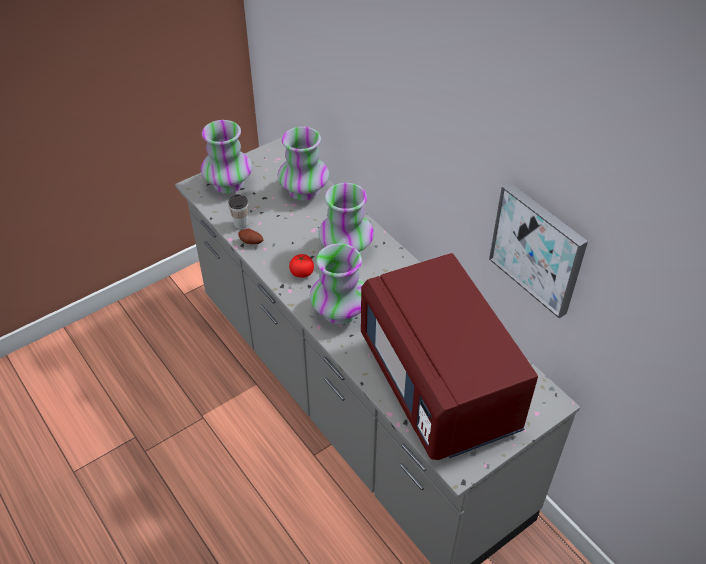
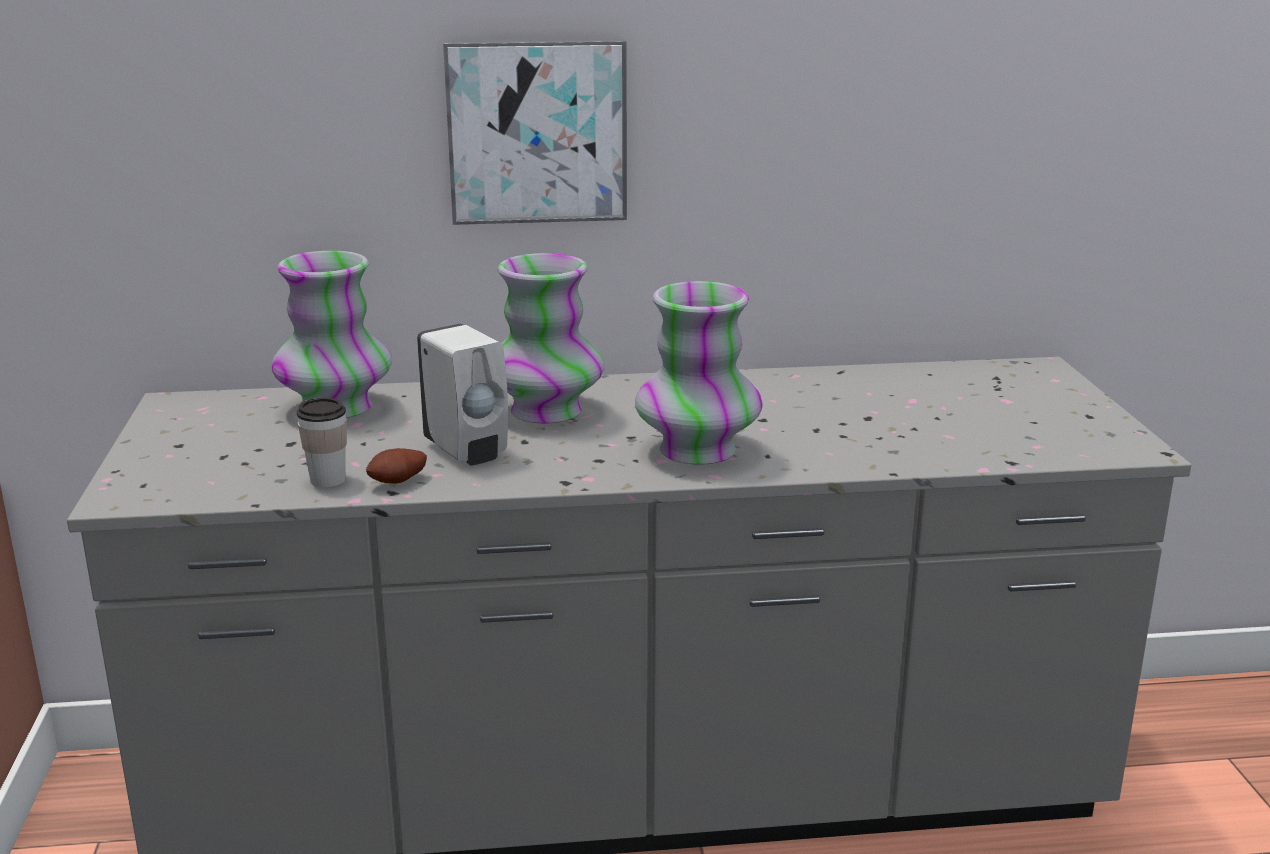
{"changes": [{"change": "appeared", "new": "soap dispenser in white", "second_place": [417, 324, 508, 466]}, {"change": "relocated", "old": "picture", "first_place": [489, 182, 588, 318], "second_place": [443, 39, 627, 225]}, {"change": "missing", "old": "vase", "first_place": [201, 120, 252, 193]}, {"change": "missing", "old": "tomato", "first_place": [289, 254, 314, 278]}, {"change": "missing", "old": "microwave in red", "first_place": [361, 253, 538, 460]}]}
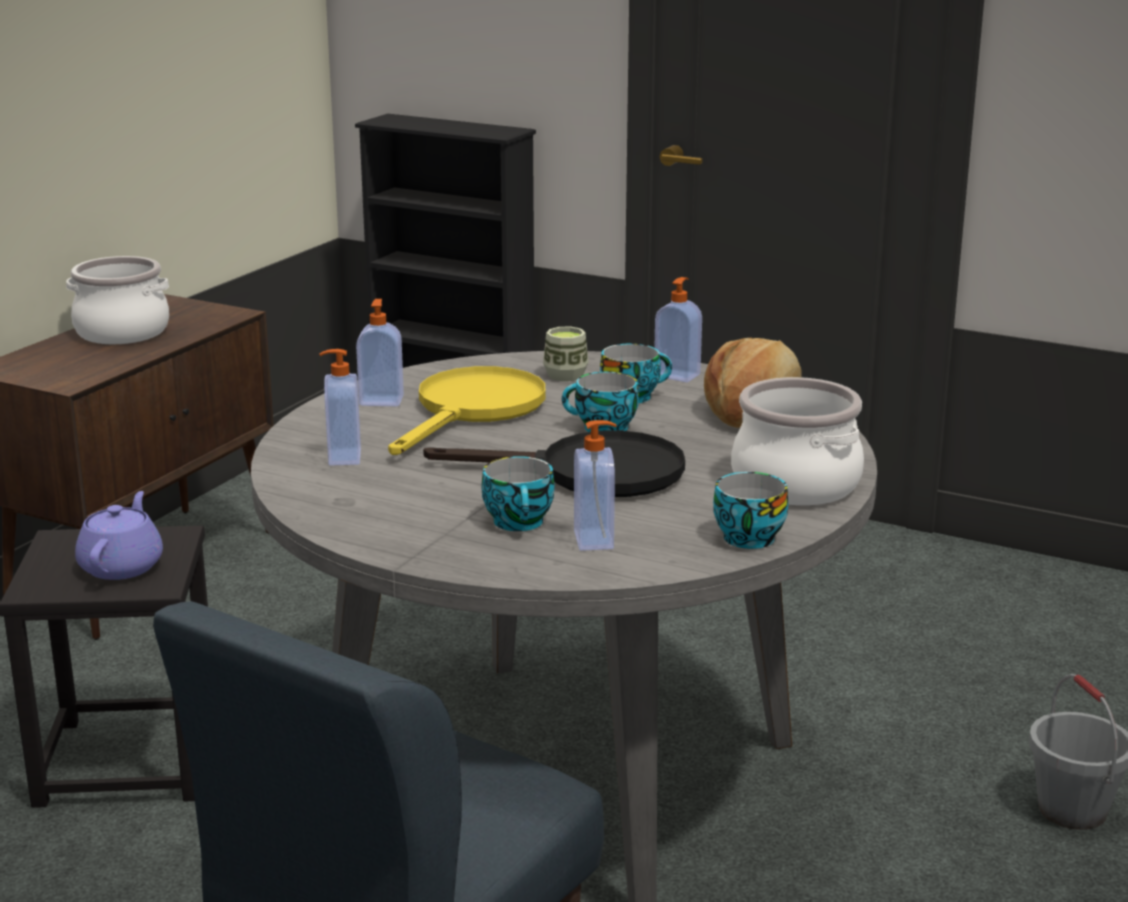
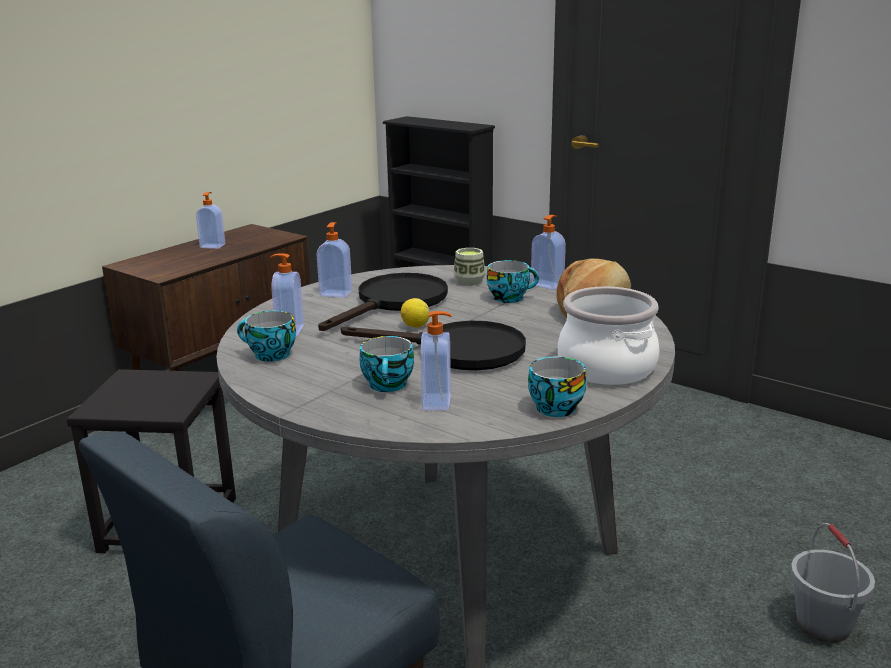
{"changes": [{"change": "exchanged", "old": "cooking pot", "new": "soap dispenser", "first_place": [66, 256, 169, 344], "second_place": [196, 192, 225, 249]}, {"change": "relocated", "old": "cup", "first_place": [562, 372, 639, 432], "second_place": [237, 310, 296, 362]}, {"change": "colour", "old": "frying pan in yellow", "new": "frying pan in black", "first_place": [388, 366, 545, 455], "second_place": [318, 273, 448, 331]}, {"change": "appeared", "new": "lemon", "second_place": [401, 298, 429, 328]}, {"change": "missing", "old": "teapot in purple", "first_place": [75, 491, 163, 580]}]}
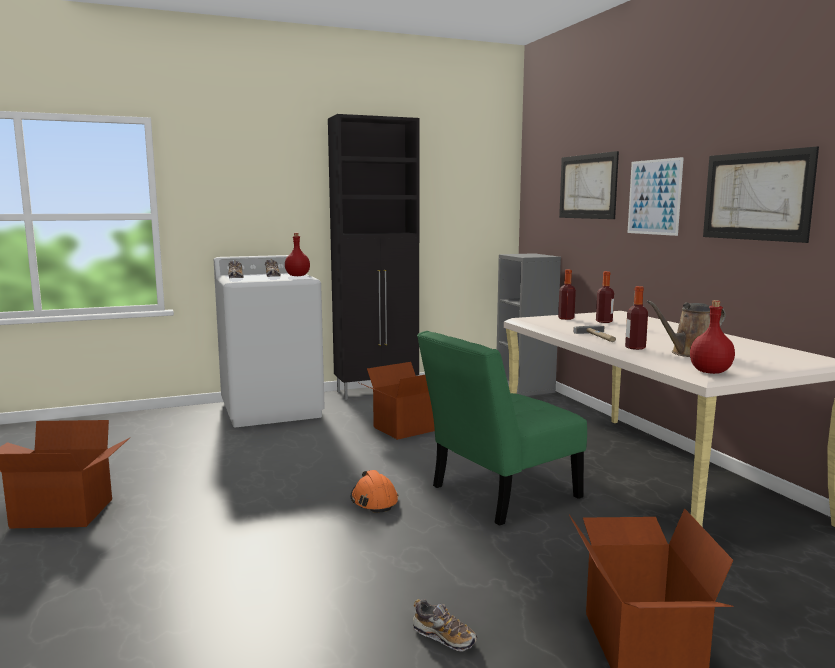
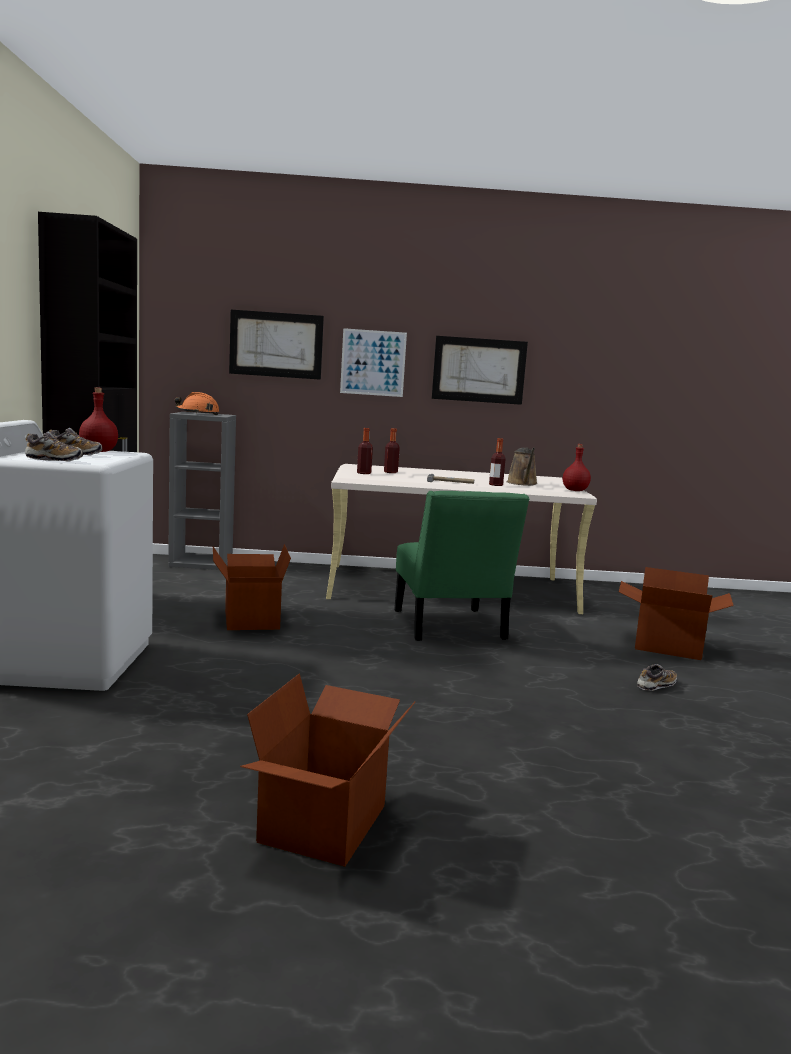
{"changes": [{"change": "relocated", "old": "hard hat in orange", "first_place": [351, 470, 398, 513], "second_place": [175, 392, 220, 415]}]}
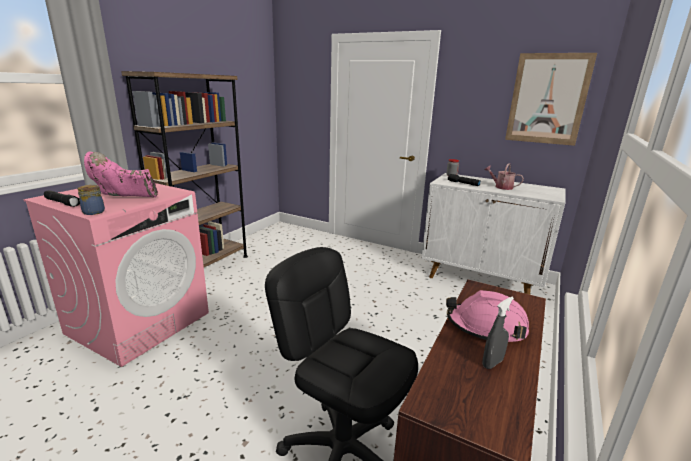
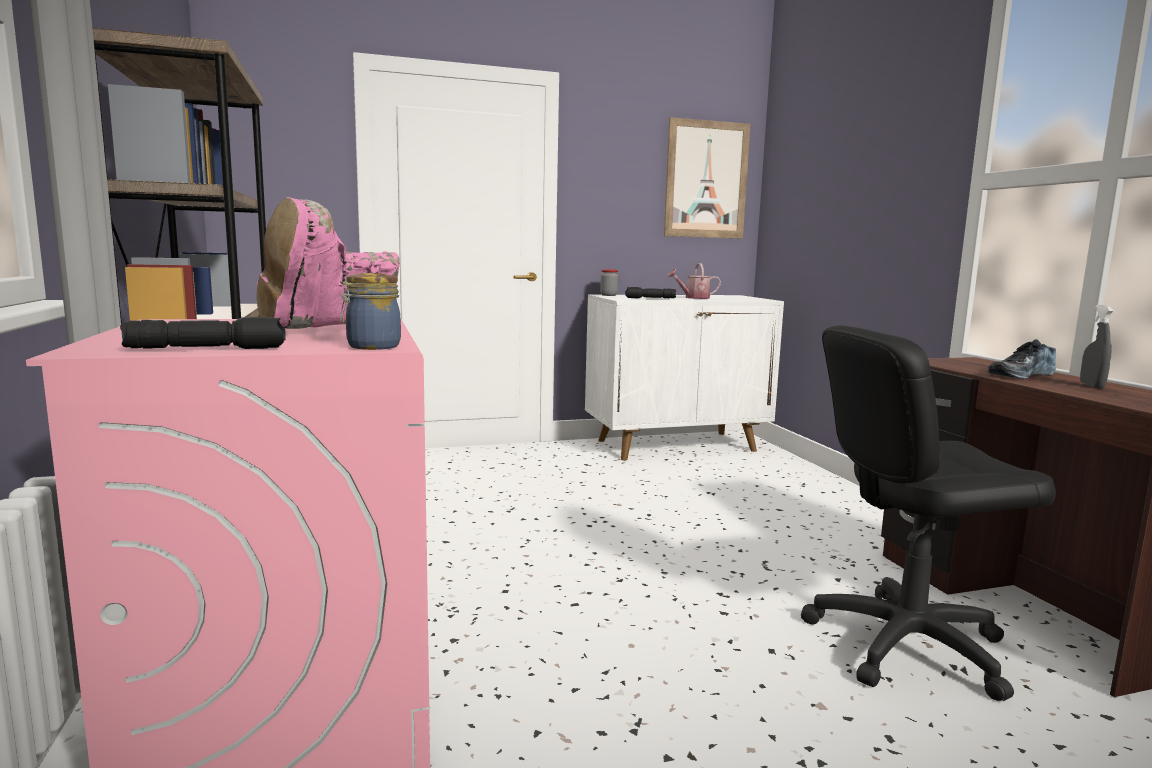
{"changes": [{"change": "exchanged", "old": "hard hat in pink", "new": "shoe", "first_place": [446, 290, 529, 342], "second_place": [988, 339, 1056, 379]}]}
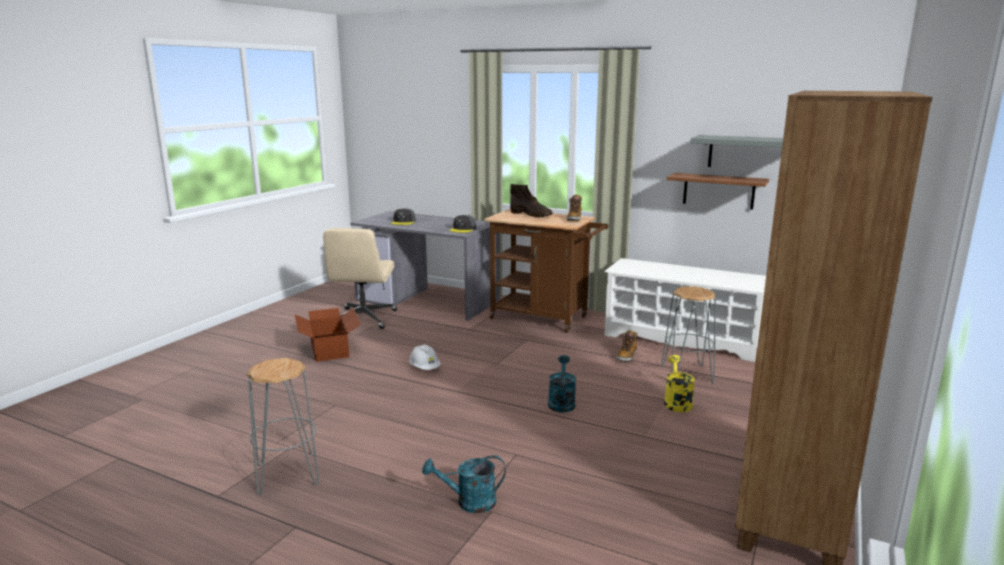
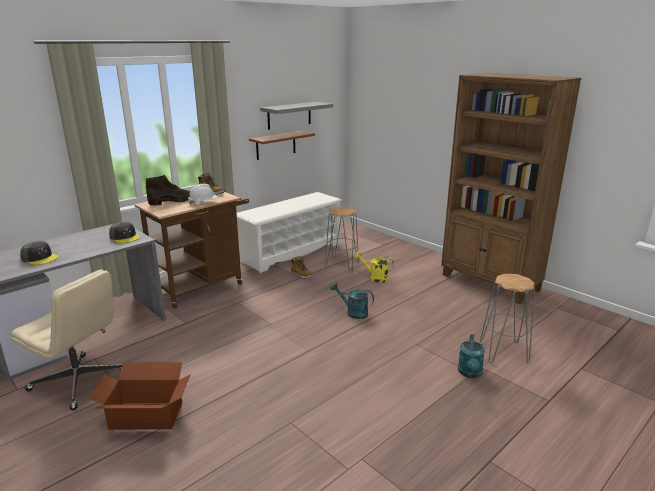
{"changes": [{"change": "relocated", "old": "hard hat in white", "first_place": [409, 344, 441, 370], "second_place": [188, 184, 218, 205]}, {"change": "relocated", "old": "stool in grey", "first_place": [246, 358, 319, 495], "second_place": [480, 274, 535, 364]}]}
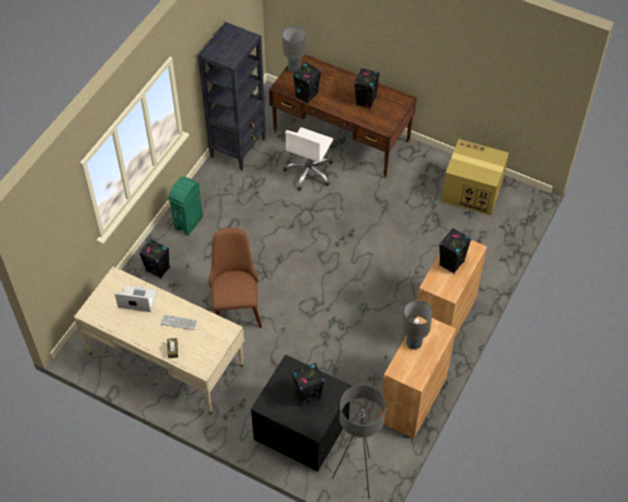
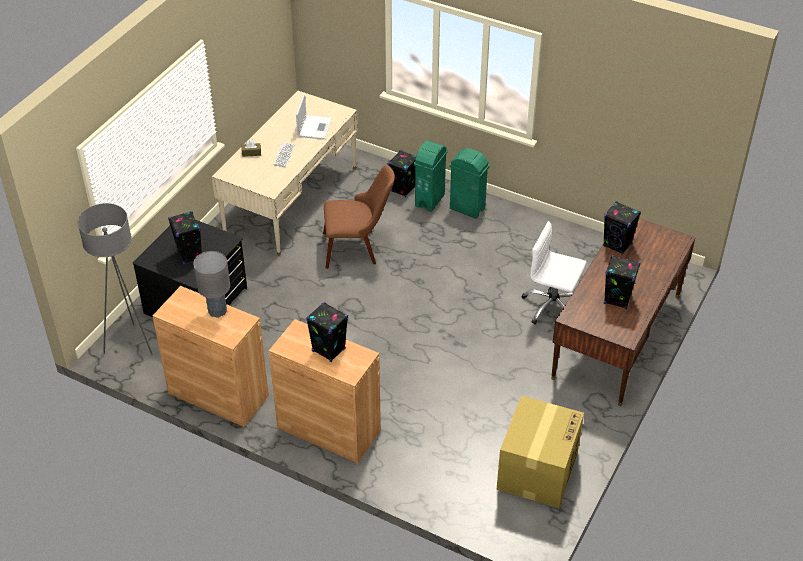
{"changes": [{"change": "appeared", "new": "trash can in green", "second_place": [414, 141, 448, 212]}, {"change": "missing", "old": "bookcase in black", "first_place": [198, 22, 266, 170]}, {"change": "missing", "old": "table lamp in grey", "first_place": [282, 26, 306, 73]}]}
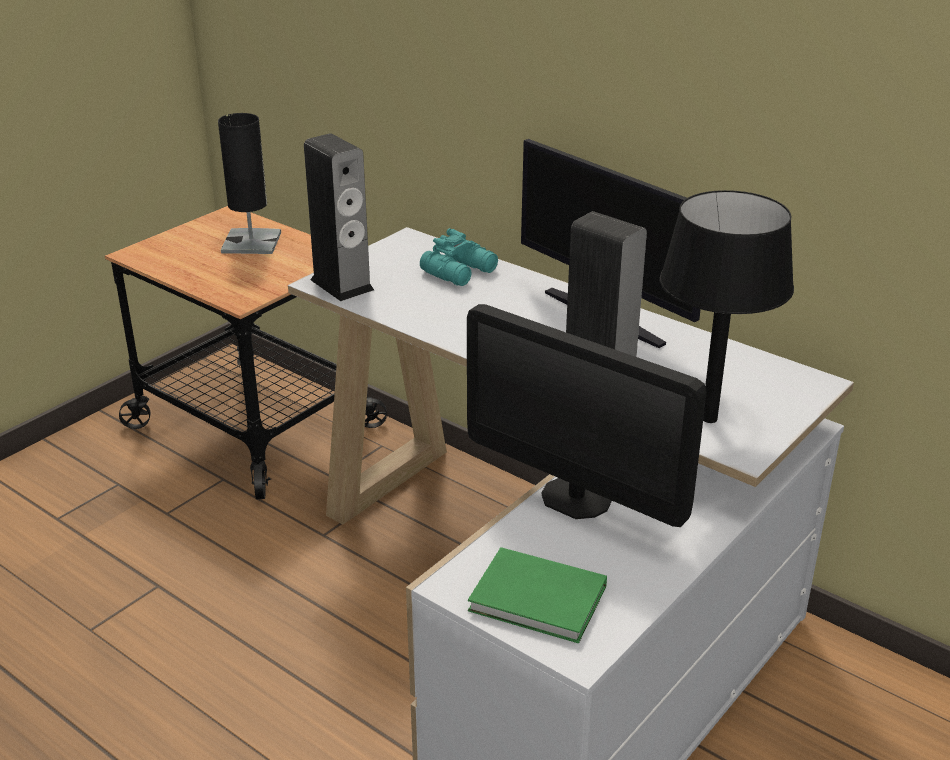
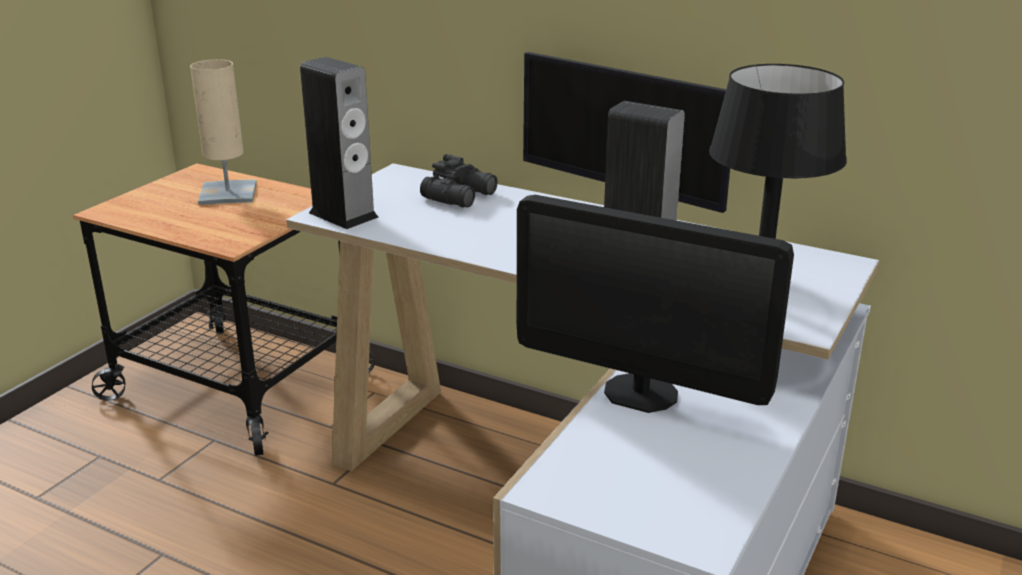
{"changes": [{"change": "colour", "old": "table lamp in black", "new": "table lamp in beige", "first_place": [218, 113, 281, 254], "second_place": [190, 59, 257, 205]}, {"change": "colour", "old": "binoculars in turquoise", "new": "binoculars in black", "first_place": [420, 228, 498, 286], "second_place": [420, 154, 498, 208]}, {"change": "missing", "old": "book in green", "first_place": [468, 547, 607, 643]}]}
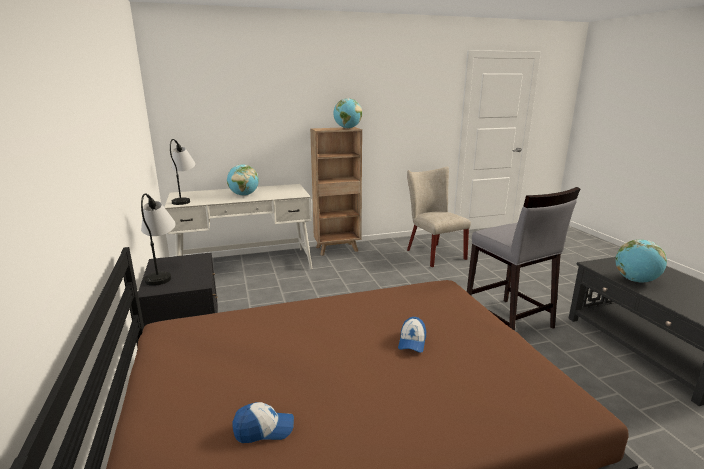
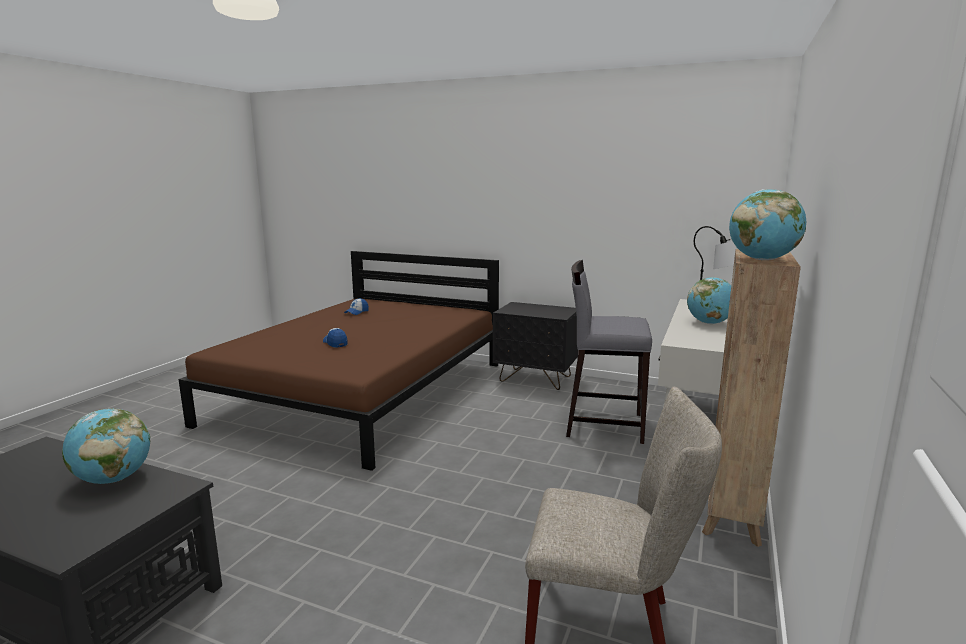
{"changes": [{"change": "relocated", "old": "stool in grey", "first_place": [467, 187, 580, 331], "second_place": [566, 260, 652, 444]}, {"change": "missing", "old": "table lamp", "first_place": [141, 193, 176, 286]}]}
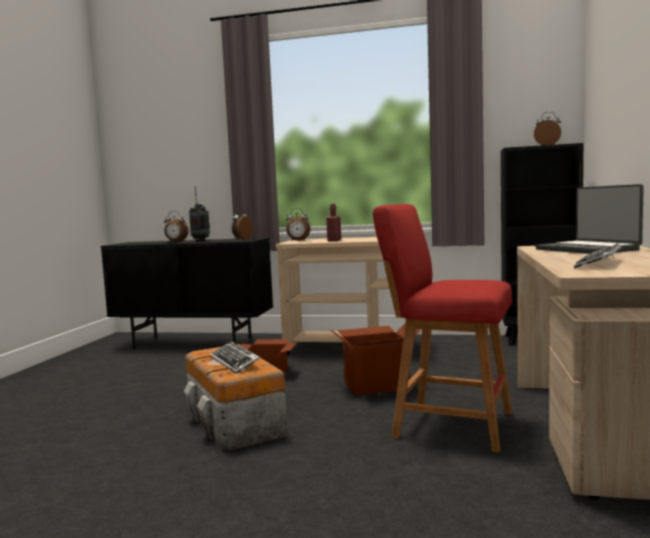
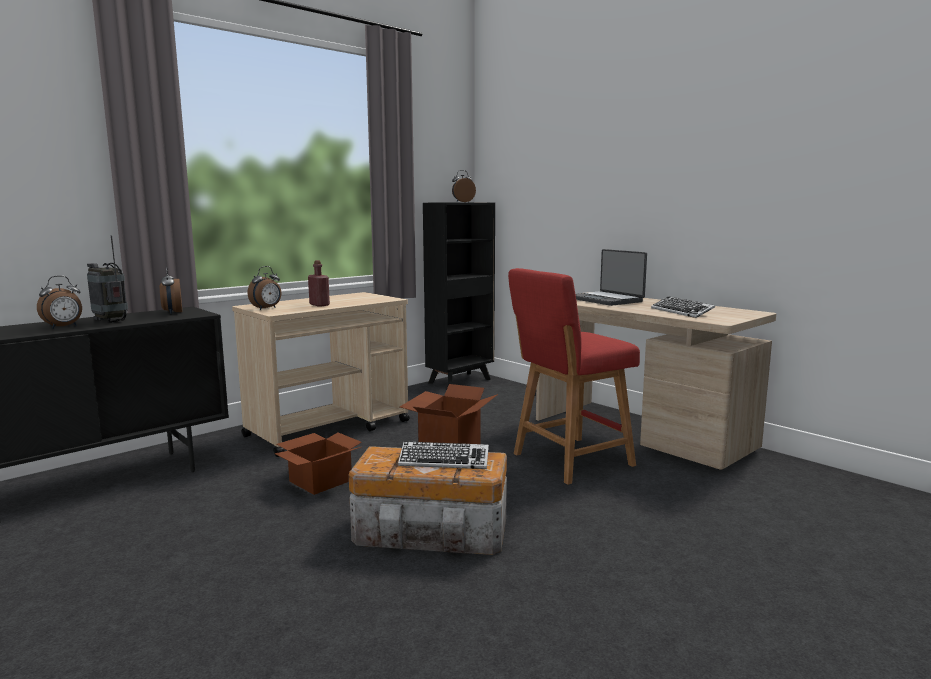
{"changes": [{"change": "spun", "old": "laptop", "first_place": [535, 184, 644, 254], "second_place": [576, 249, 647, 306], "degrees": 45}]}
